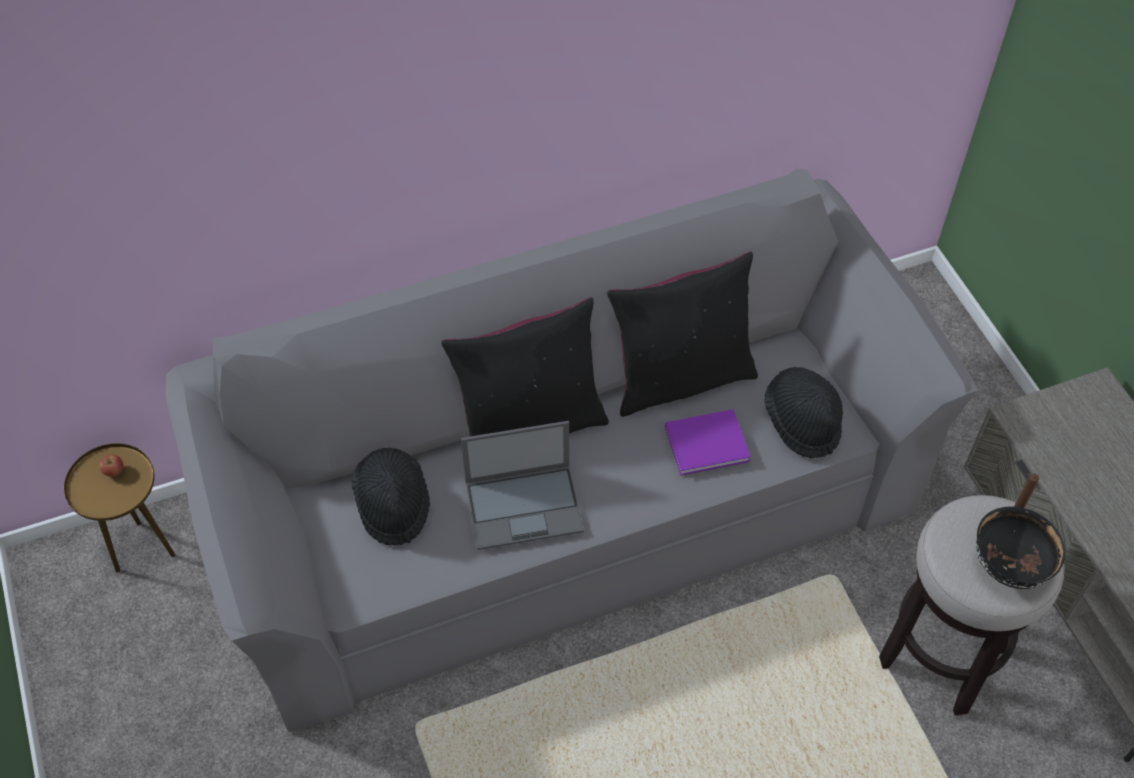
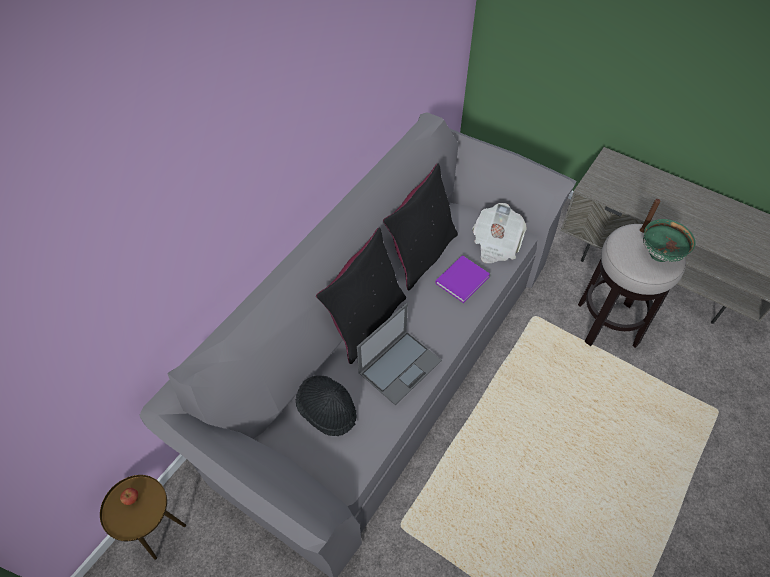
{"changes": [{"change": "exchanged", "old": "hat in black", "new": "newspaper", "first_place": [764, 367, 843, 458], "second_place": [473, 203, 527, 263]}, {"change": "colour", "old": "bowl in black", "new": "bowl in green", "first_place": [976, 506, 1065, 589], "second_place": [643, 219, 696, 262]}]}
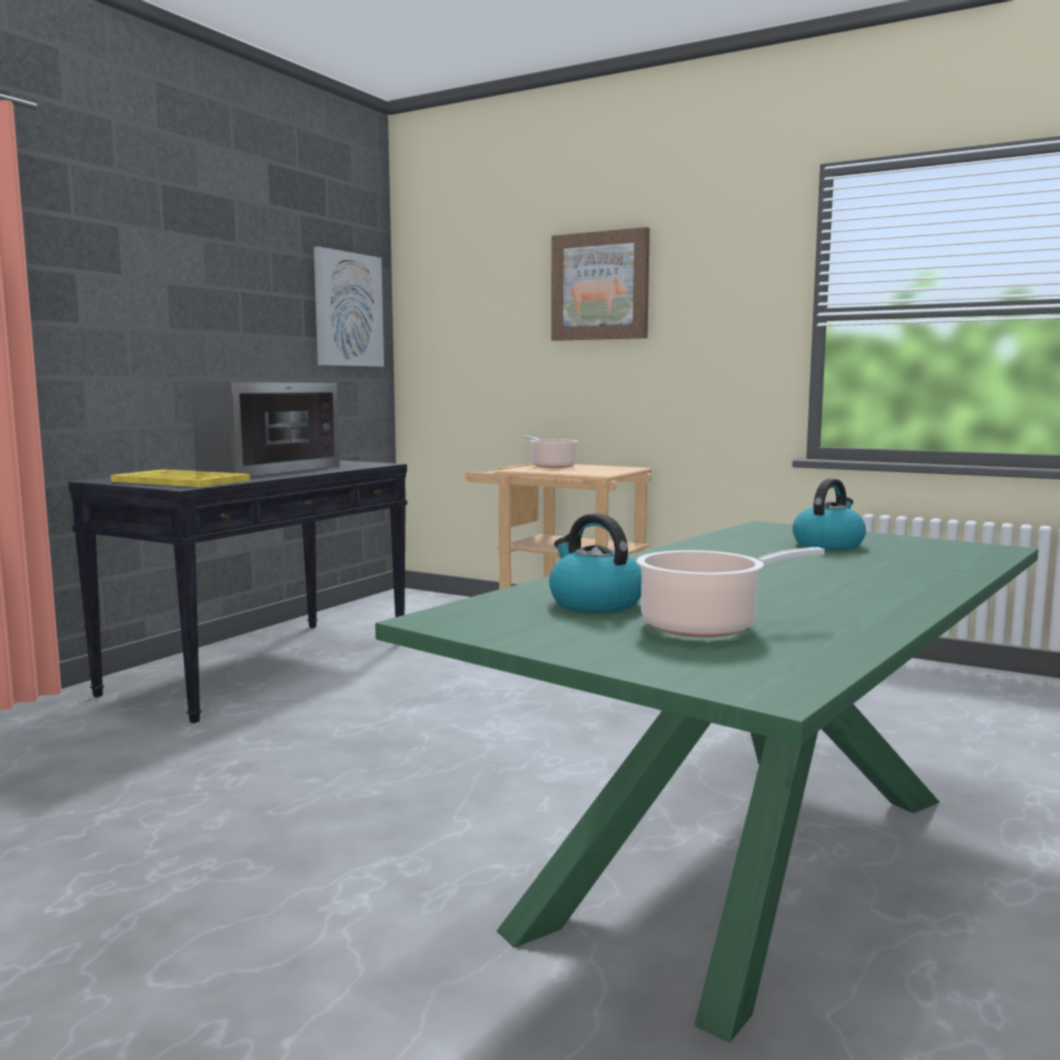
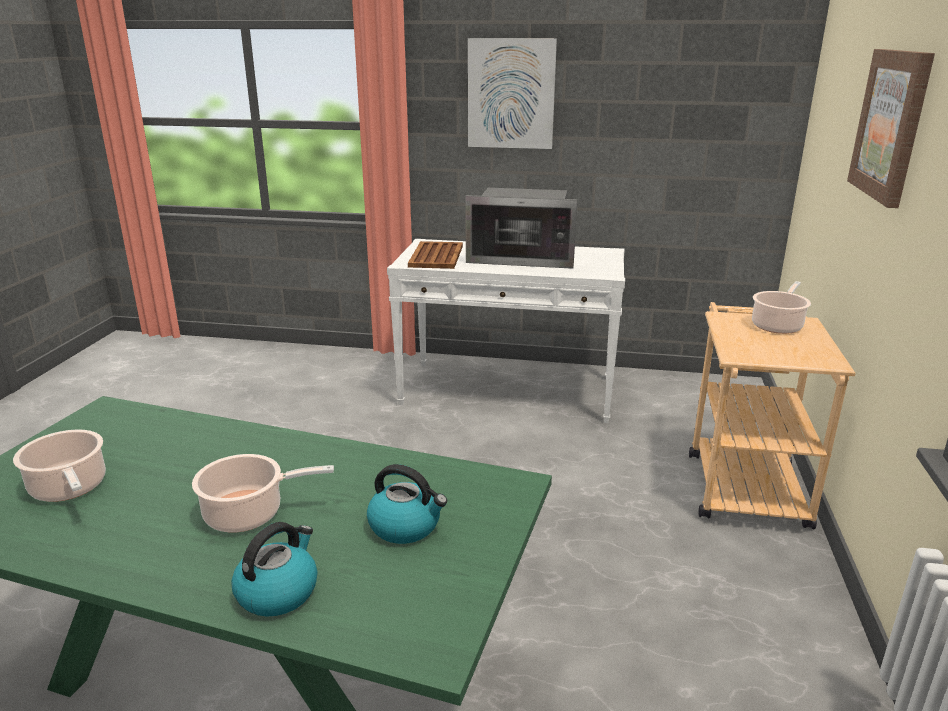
{"changes": [{"change": "appeared", "new": "cooking pot", "second_place": [192, 454, 334, 533]}, {"change": "relocated", "old": "kettle", "first_place": [549, 513, 642, 613], "second_place": [231, 522, 317, 616]}, {"change": "colour", "old": "console table in black", "new": "console table in white", "first_place": [68, 461, 407, 723], "second_place": [387, 239, 625, 423]}, {"change": "colour", "old": "tray in yellow", "new": "tray in brown", "first_place": [111, 469, 250, 487], "second_place": [408, 241, 463, 269]}, {"change": "relocated", "old": "picture", "first_place": [314, 246, 384, 367], "second_place": [468, 38, 557, 149]}]}
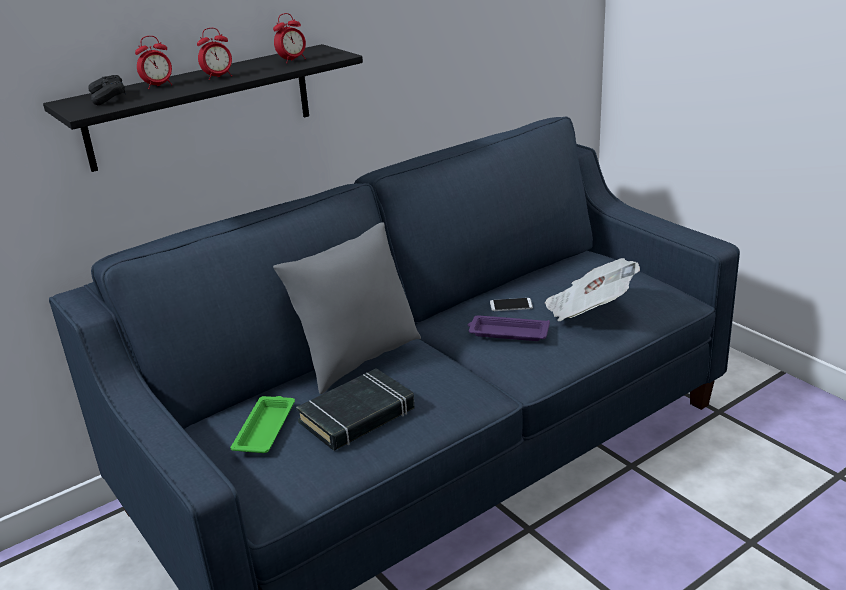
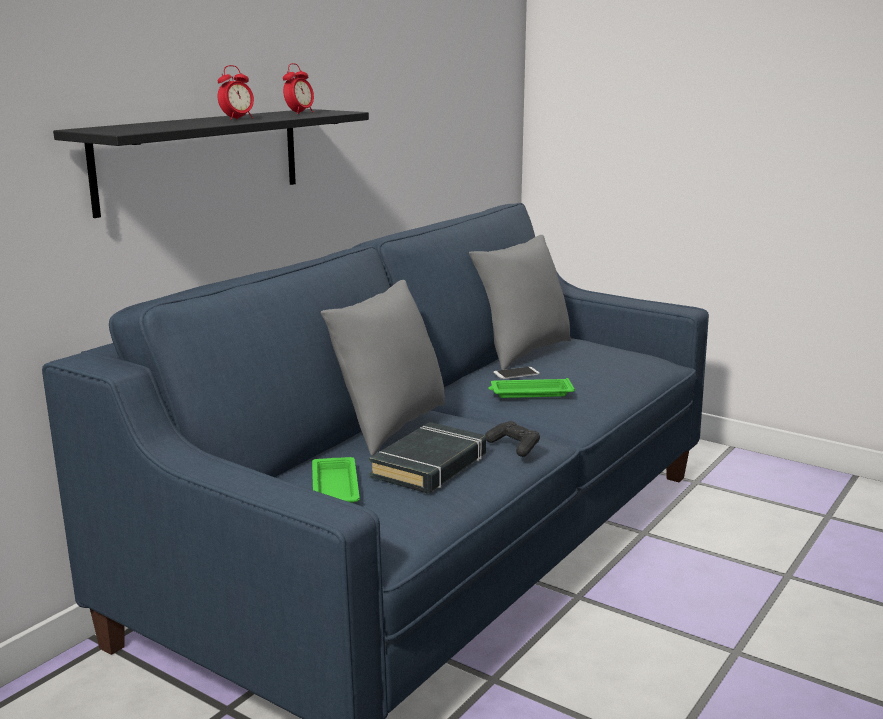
{"changes": [{"change": "appeared", "new": "pillow in grey", "second_place": [469, 235, 571, 370]}, {"change": "relocated", "old": "game controller in black", "first_place": [88, 75, 126, 105], "second_place": [485, 421, 540, 457]}, {"change": "colour", "old": "tray in purple", "new": "tray in green", "first_place": [468, 315, 550, 341], "second_place": [488, 378, 575, 398]}, {"change": "missing", "old": "alarm clock", "first_place": [135, 36, 173, 89]}, {"change": "missing", "old": "newspaper", "first_place": [545, 258, 640, 321]}]}
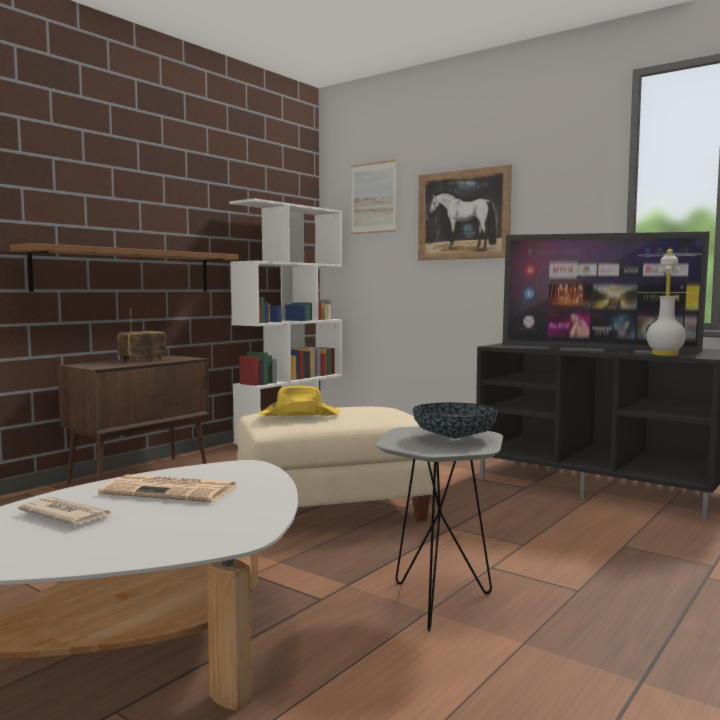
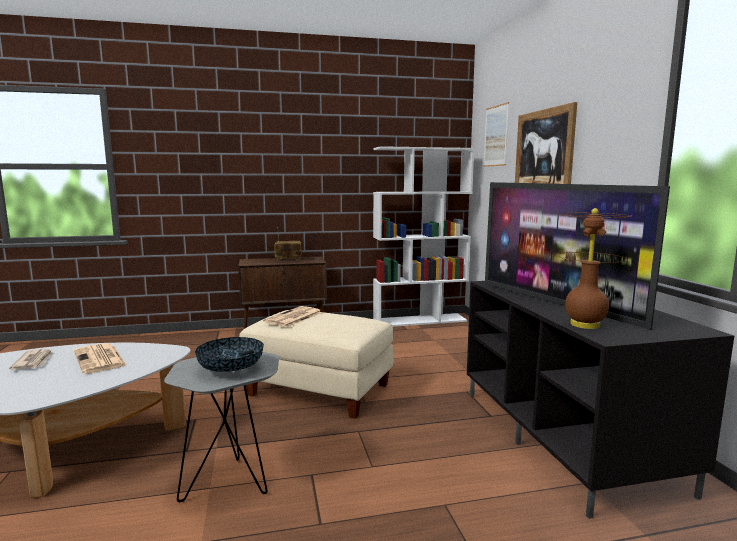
{"changes": [{"change": "exchanged", "old": "hat in yellow", "new": "newspaper", "first_place": [258, 386, 340, 416], "second_place": [263, 306, 322, 327]}, {"change": "colour", "old": "table lamp in white", "new": "table lamp in brown", "first_place": [637, 249, 701, 356], "second_place": [556, 208, 632, 329]}, {"change": "missing", "old": "shelf in brown", "first_place": [10, 243, 239, 292]}]}
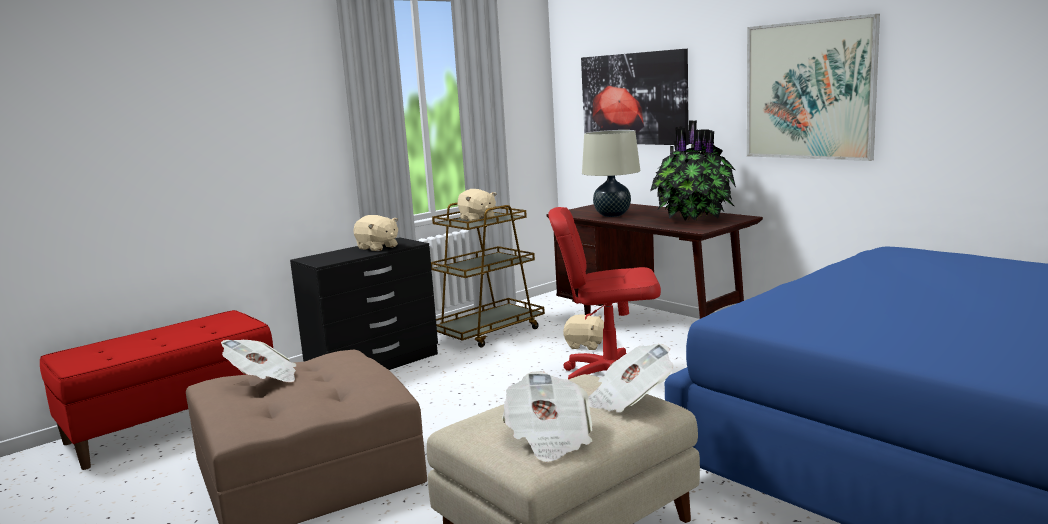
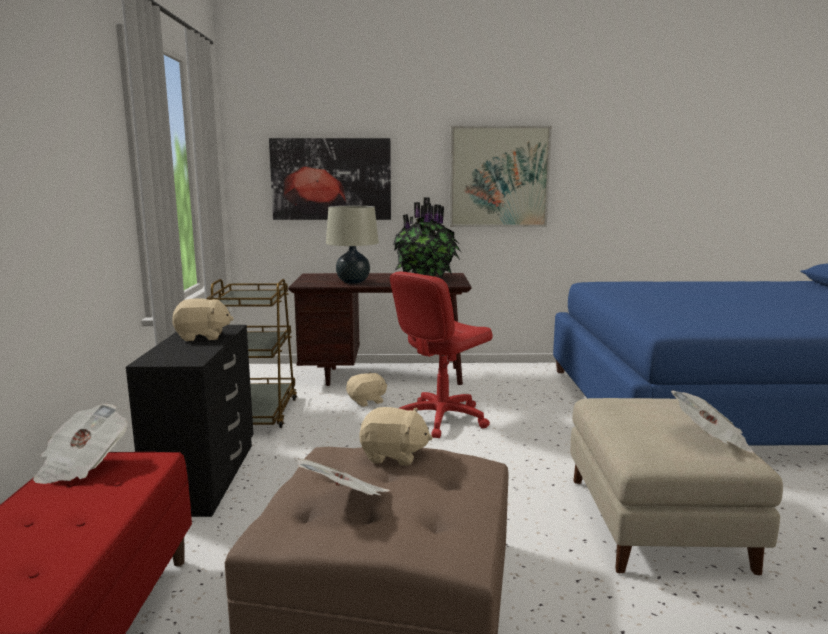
{"changes": [{"change": "relocated", "old": "newspaper", "first_place": [588, 344, 673, 413], "second_place": [33, 404, 127, 484]}, {"change": "relocated", "old": "plush toy in beige", "first_place": [458, 189, 496, 221], "second_place": [359, 407, 433, 466]}]}
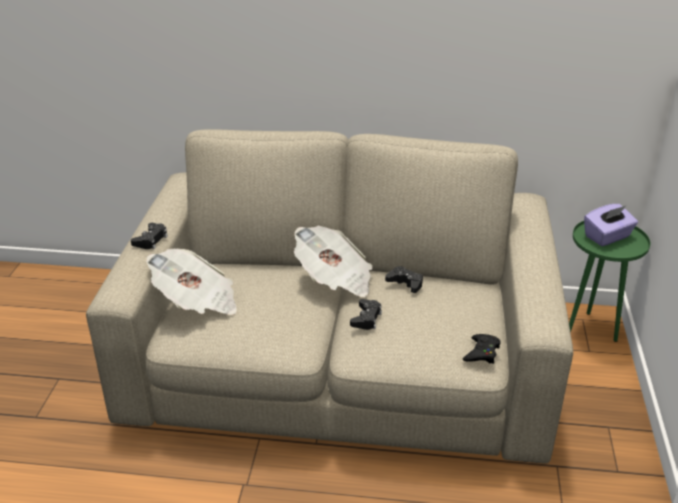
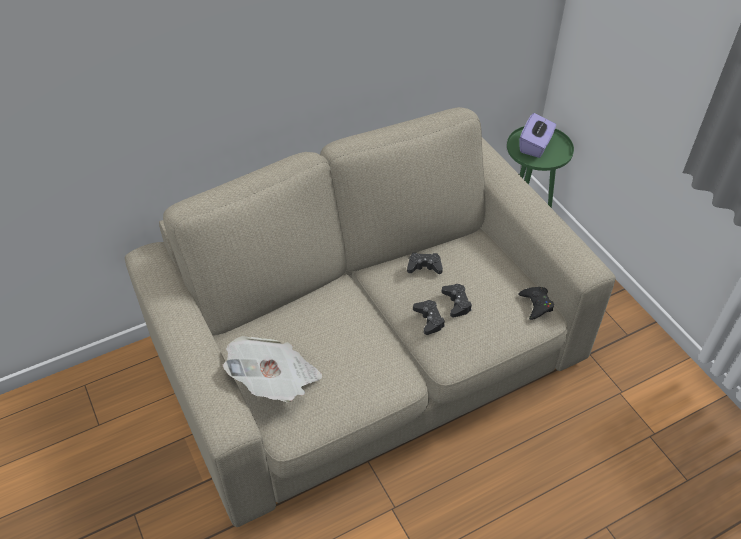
{"changes": [{"change": "relocated", "old": "game controller in black", "first_place": [131, 223, 168, 249], "second_place": [442, 284, 472, 317]}, {"change": "missing", "old": "newspaper", "first_place": [294, 226, 373, 297]}]}
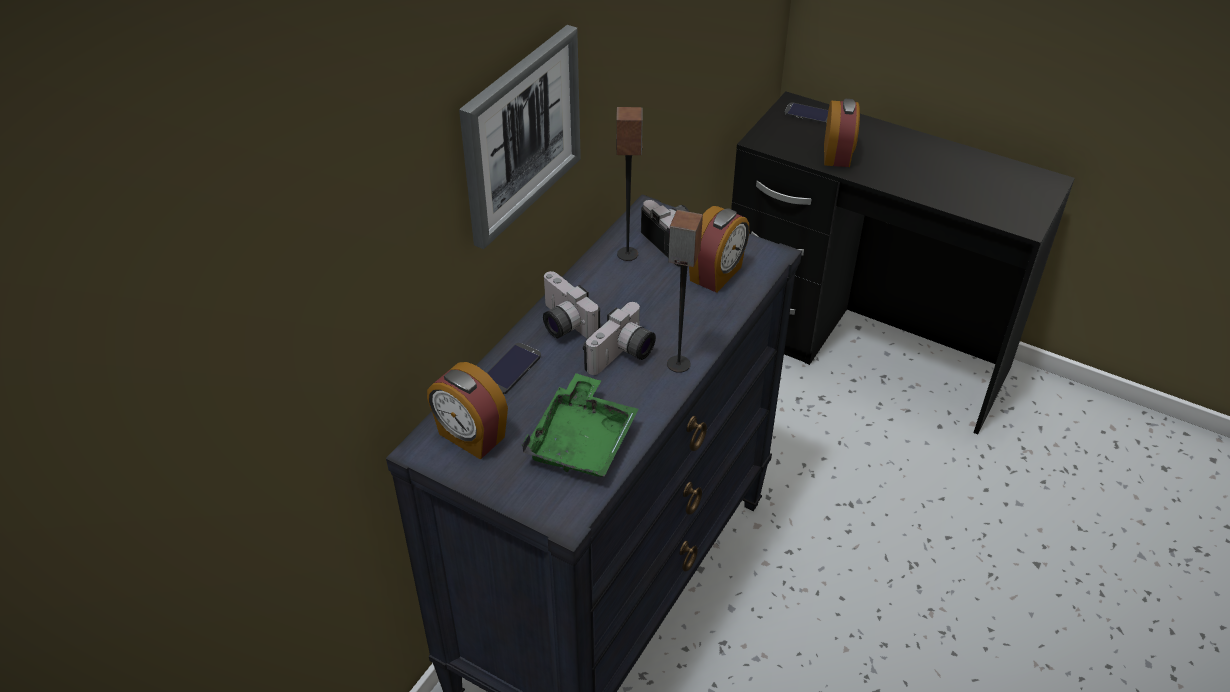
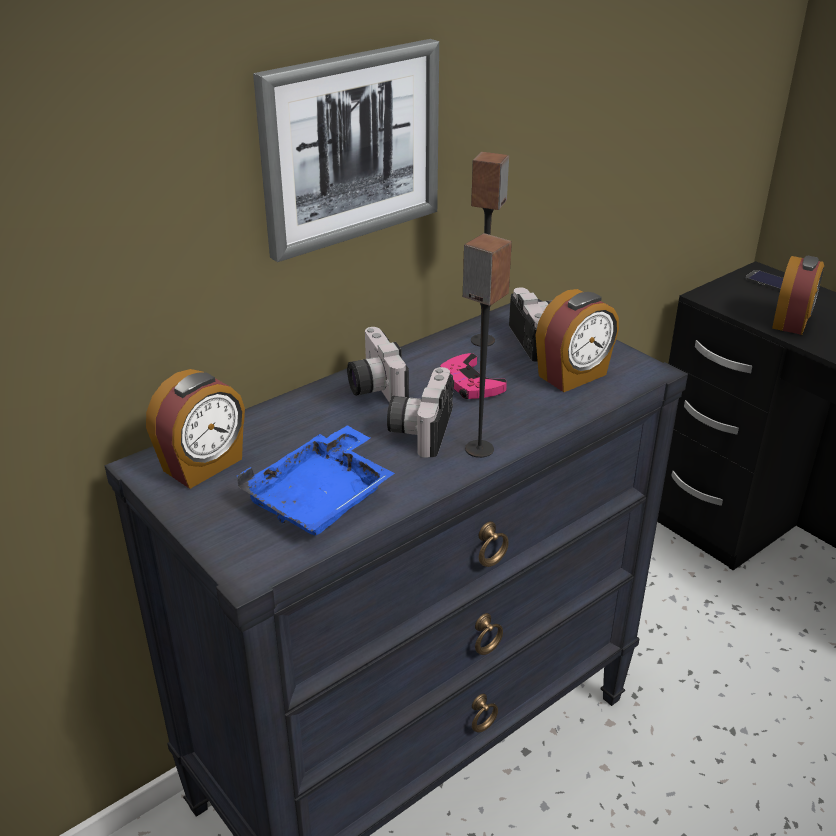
{"changes": [{"change": "spun", "old": "alarm clock", "first_place": [427, 362, 508, 460], "second_place": [146, 369, 245, 489], "degrees": -105}, {"change": "colour", "old": "tray in green", "new": "tray in blue", "first_place": [522, 373, 638, 477], "second_place": [237, 425, 395, 536]}, {"change": "spun", "old": "photo camera", "first_place": [583, 302, 656, 375], "second_place": [387, 367, 454, 458], "degrees": 135}, {"change": "appeared", "new": "game controller in pink", "second_place": [440, 353, 507, 399]}, {"change": "missing", "old": "phone", "first_place": [487, 343, 541, 395]}]}
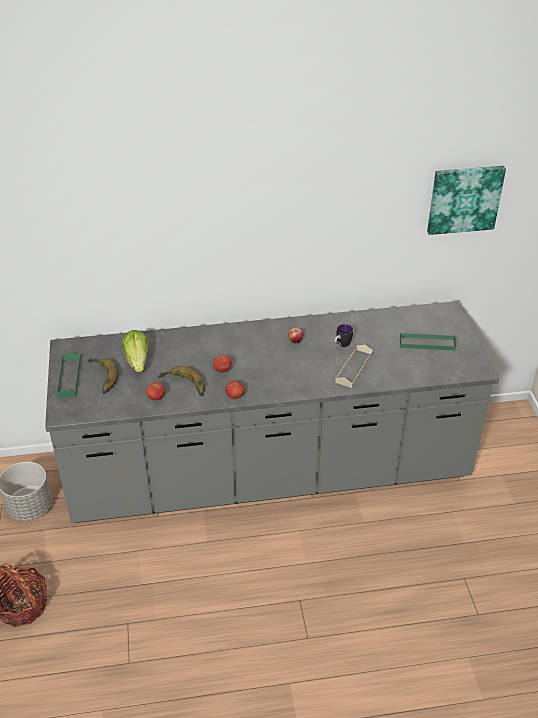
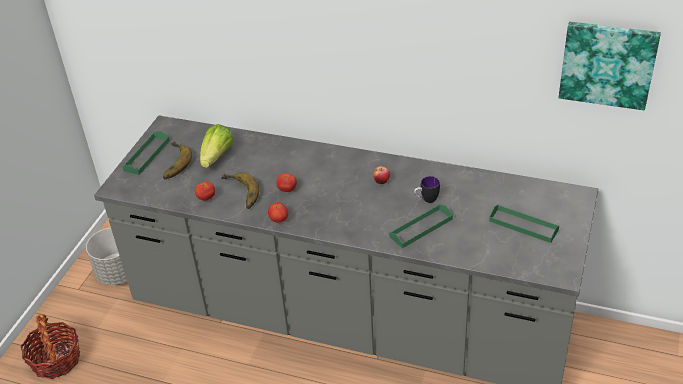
{"changes": [{"change": "colour", "old": "tray in beige", "new": "tray in green", "first_place": [335, 345, 373, 388], "second_place": [389, 204, 453, 248]}]}
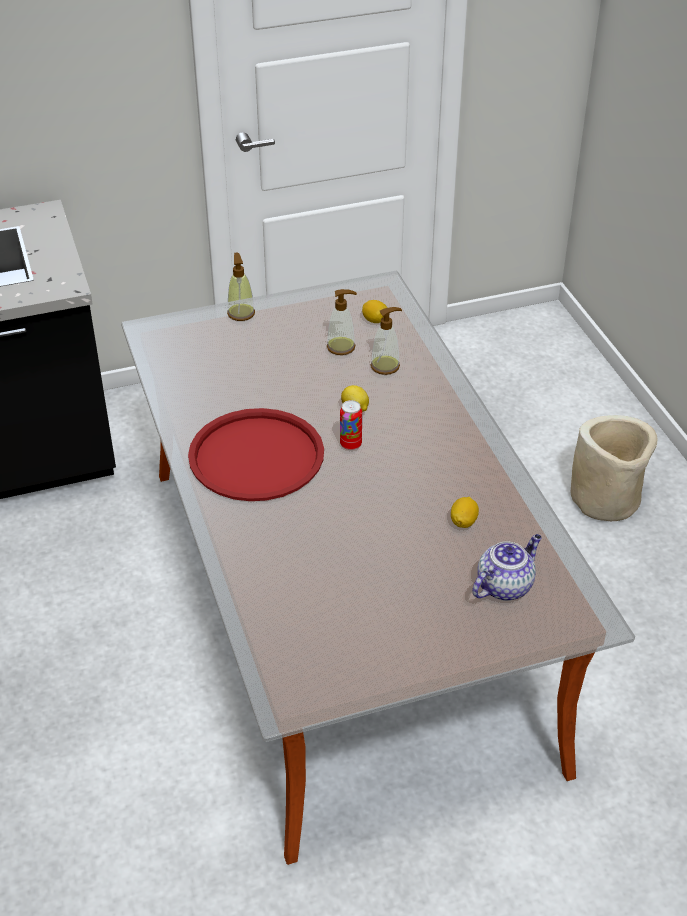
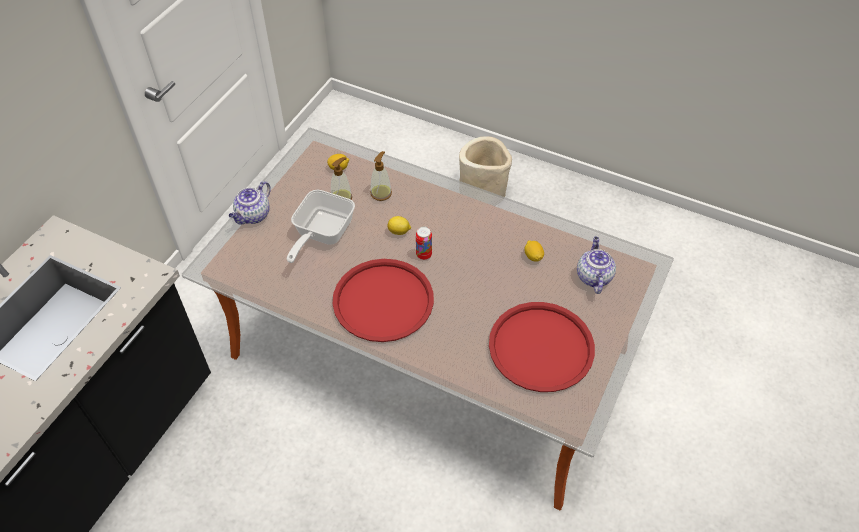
{"changes": [{"change": "exchanged", "old": "soap dispenser", "new": "teapot", "first_place": [227, 252, 255, 321], "second_place": [229, 181, 271, 224]}, {"change": "appeared", "new": "frying pan", "second_place": [287, 189, 355, 263]}, {"change": "appeared", "new": "tray in red", "second_place": [489, 302, 595, 392]}]}
